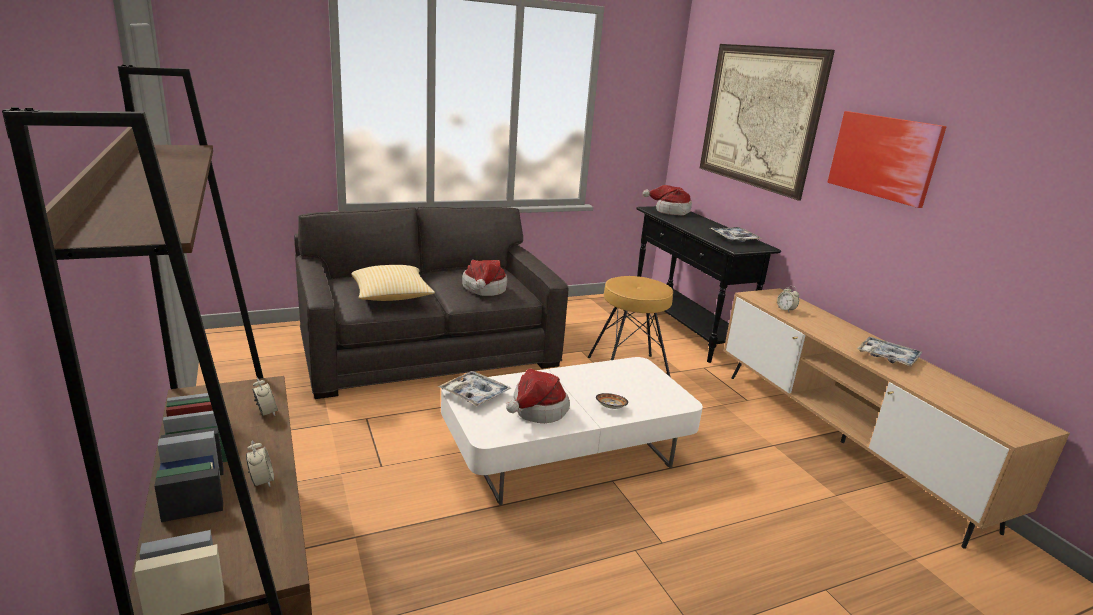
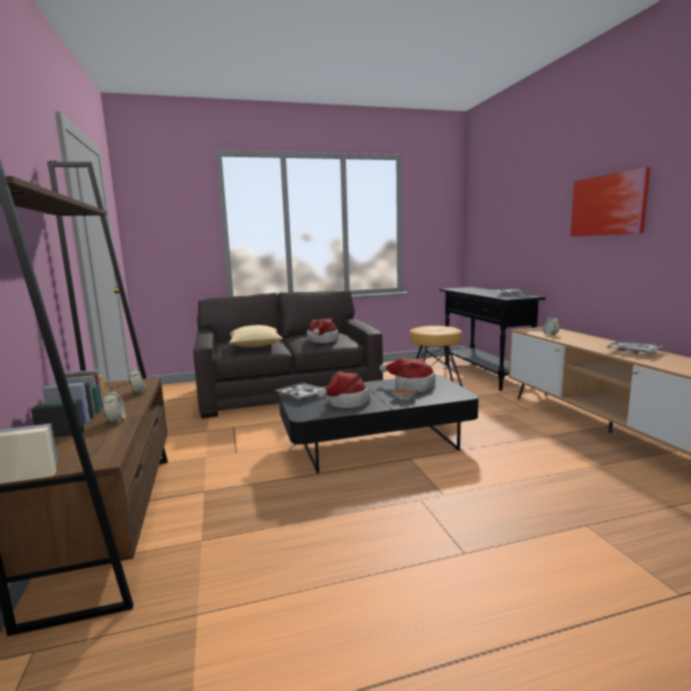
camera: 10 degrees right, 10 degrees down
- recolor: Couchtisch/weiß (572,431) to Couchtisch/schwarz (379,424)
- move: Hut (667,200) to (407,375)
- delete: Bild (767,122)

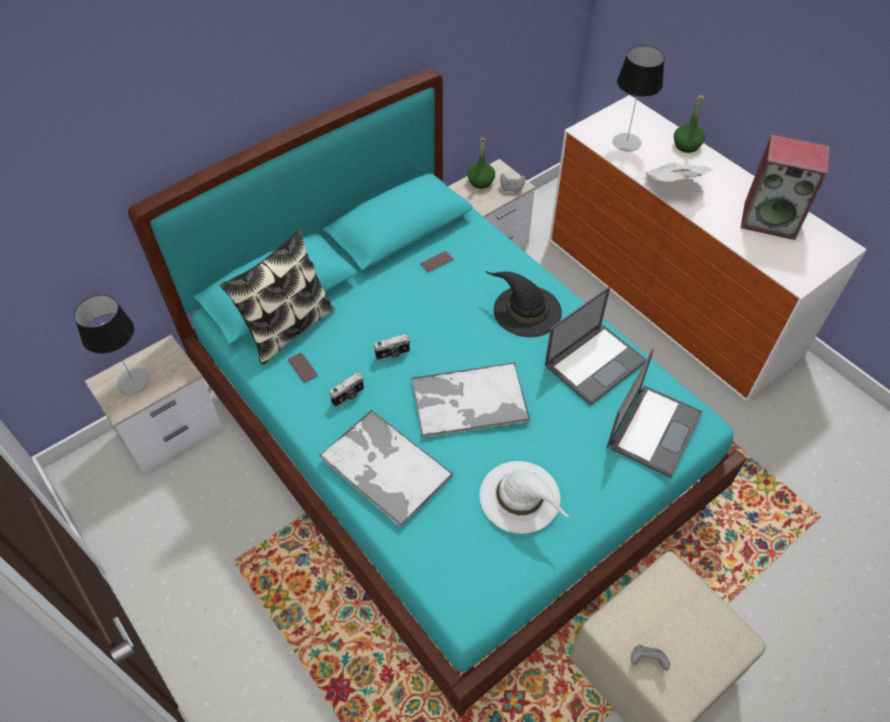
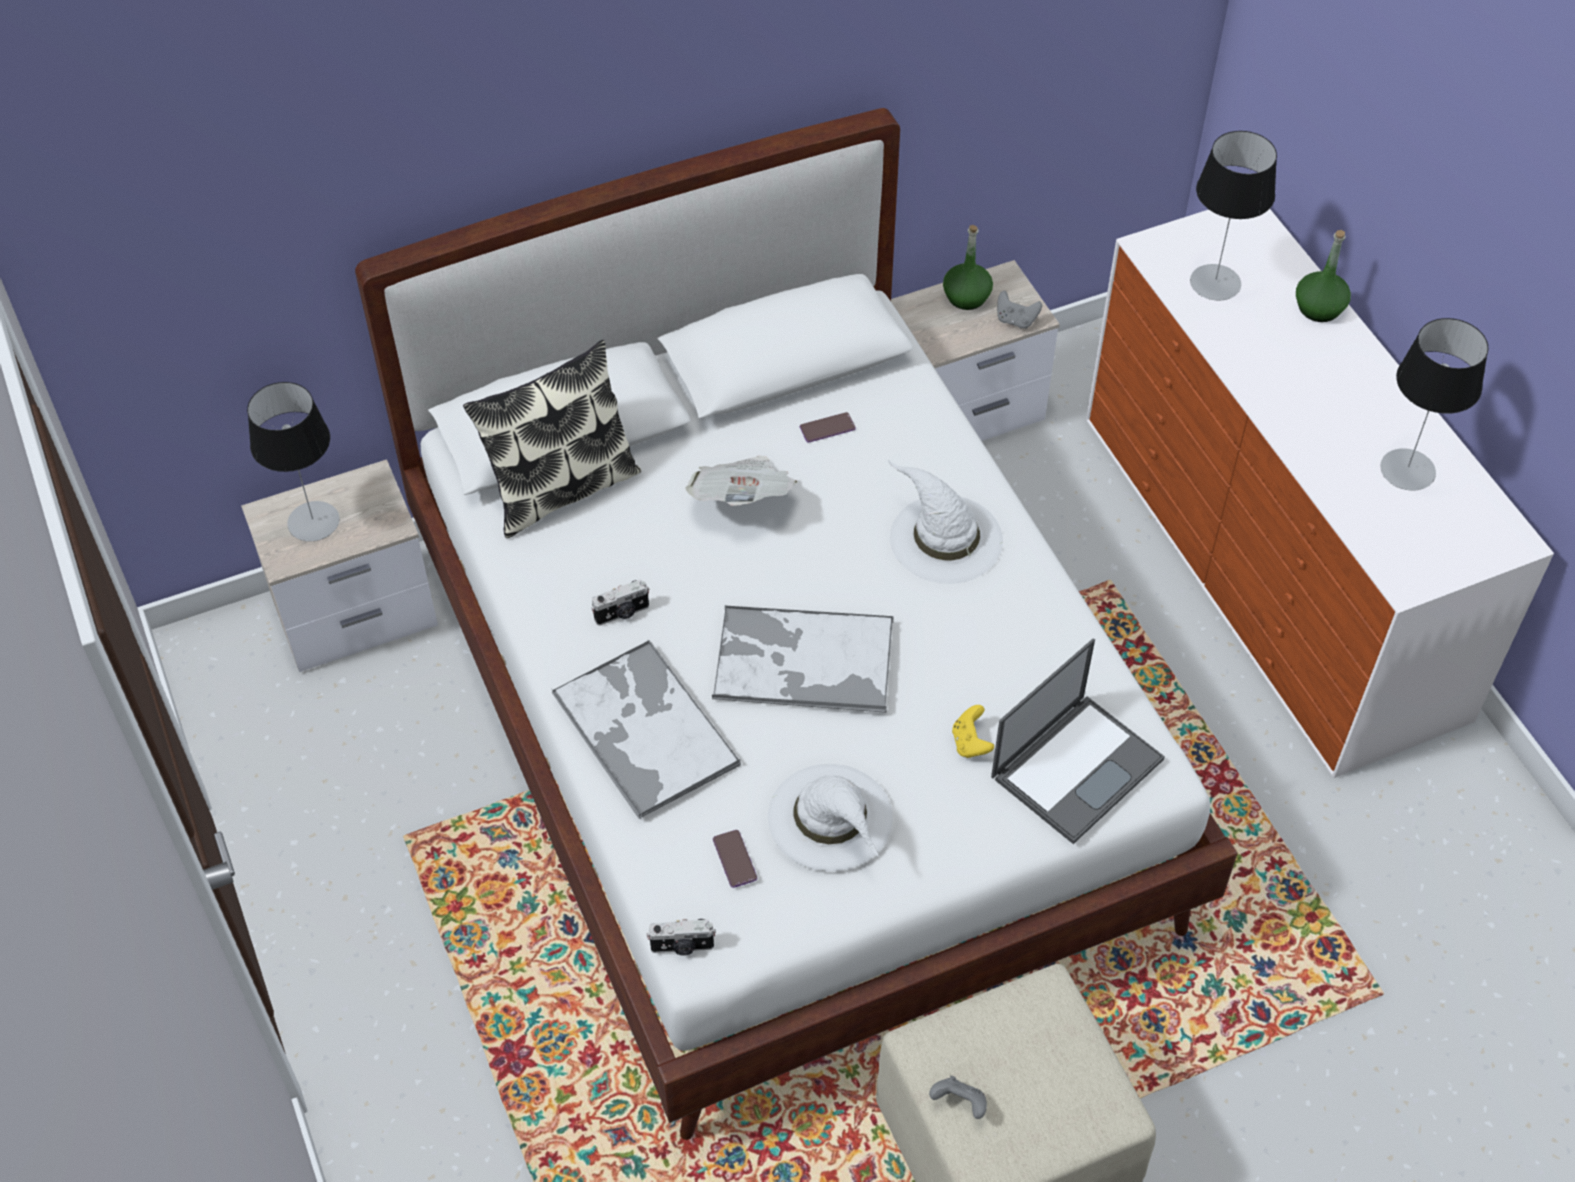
camera: 15 degrees right, 0 degrees up
- recolor: Bett/türkis (437,392) to Bett/weiß (796,624)
- move: Handy (303,367) to (735,859)
- move: Kamera (392,347) to (681,937)
- recolor: Hut/schwarz (523,304) to Hut/weiß (945,522)
- delete: Laptop (595,346)
- move: Zeitung (678,172) to (741,481)
- replace: Lautsprecher (785,187) to Tischlampe (1434,404)
- insert: Gamepad/gelb (973,731)

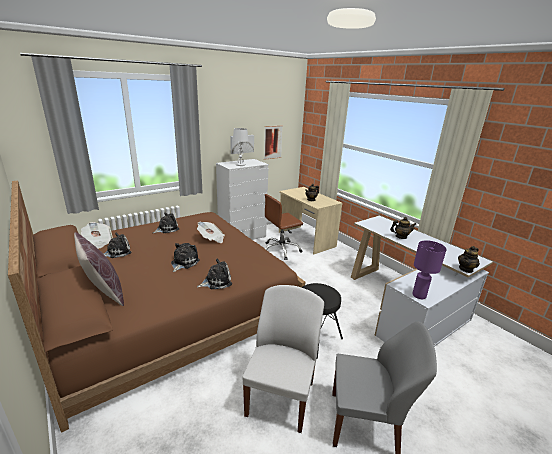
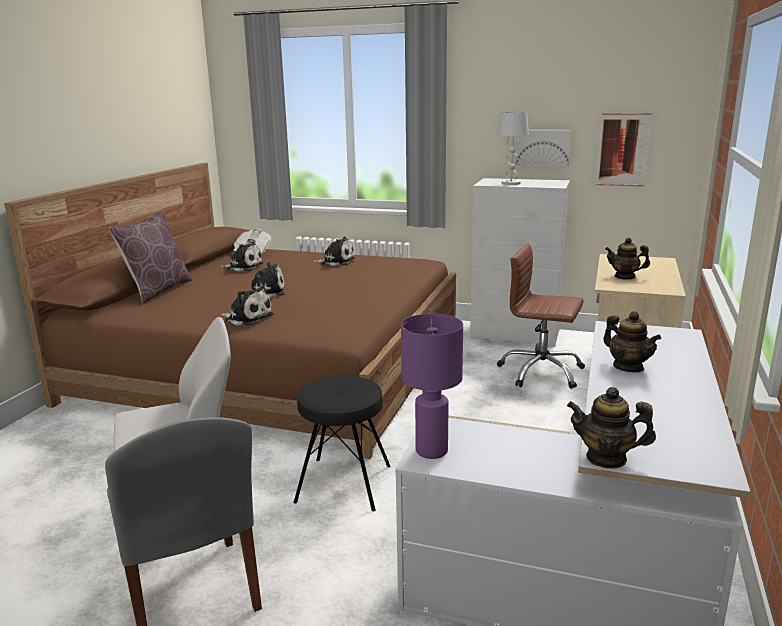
camera: 55 degrees right, 5 degrees down
- delete: Zeitung (211,232)

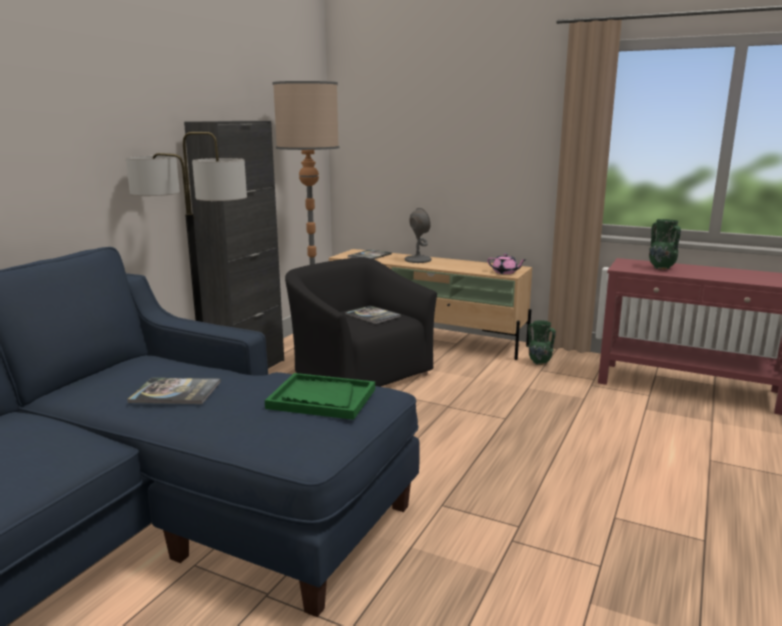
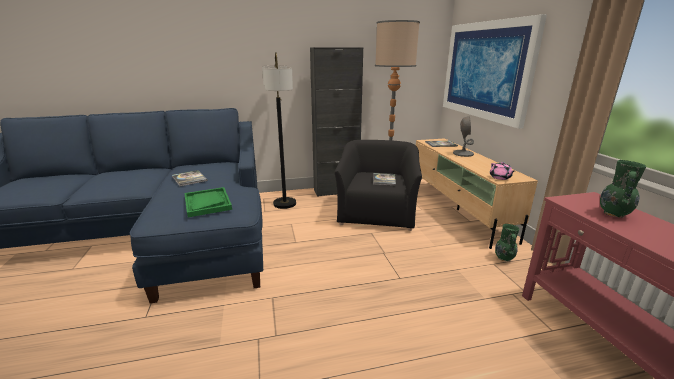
camera: 50 degrees right, 5 degrees up
- insert: Bild (495,71)

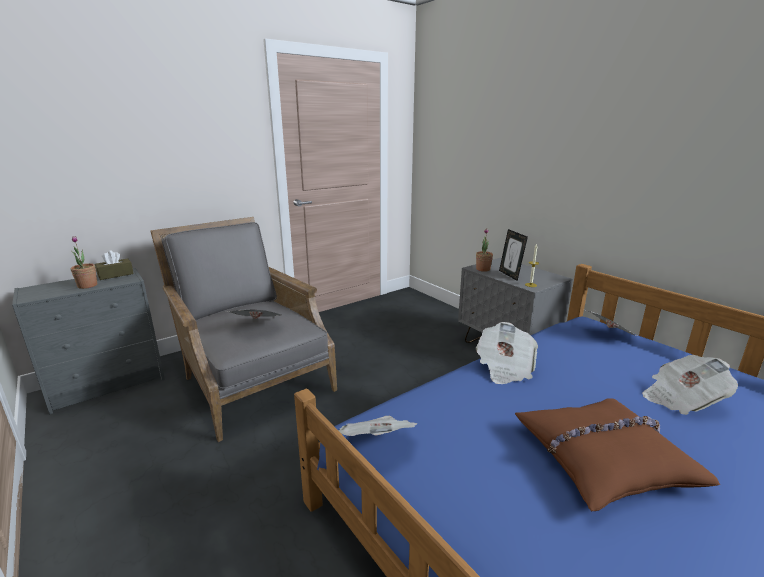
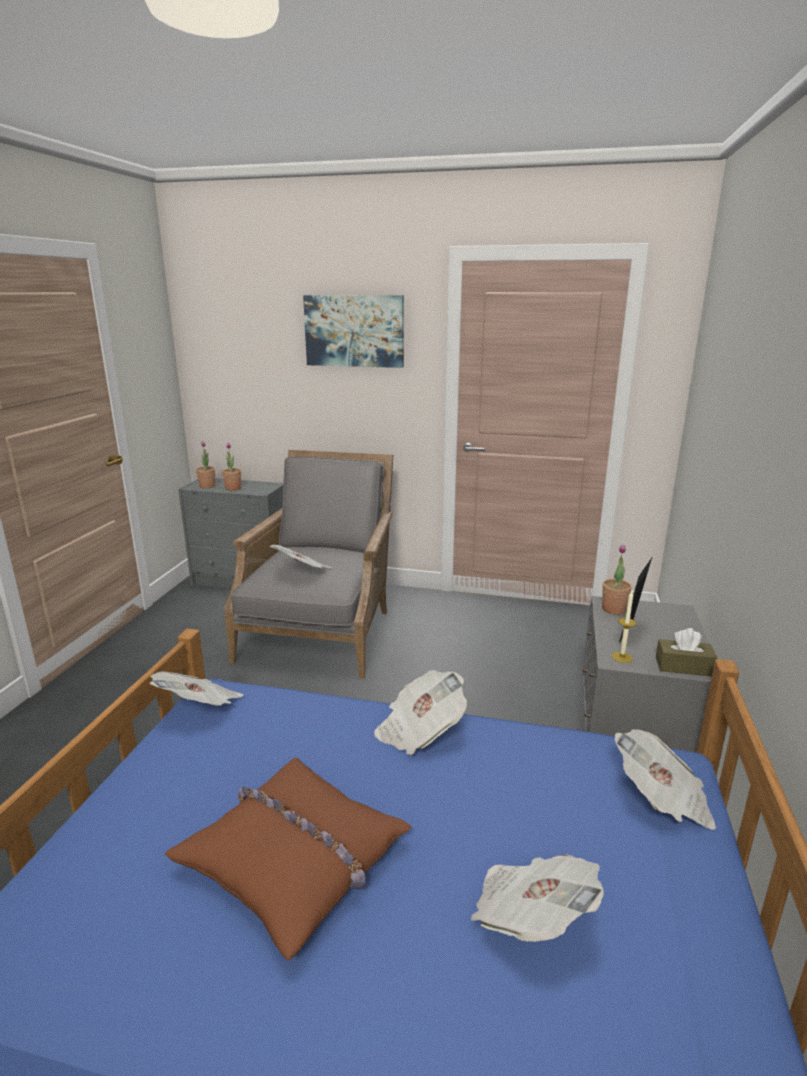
camera: 50 degrees right, 0 degrees up
- move: Taschentuchbox/braun (114,265) to (686,652)
- insert: Topfpflanze (205,464)
- insert: Bild (353,331)

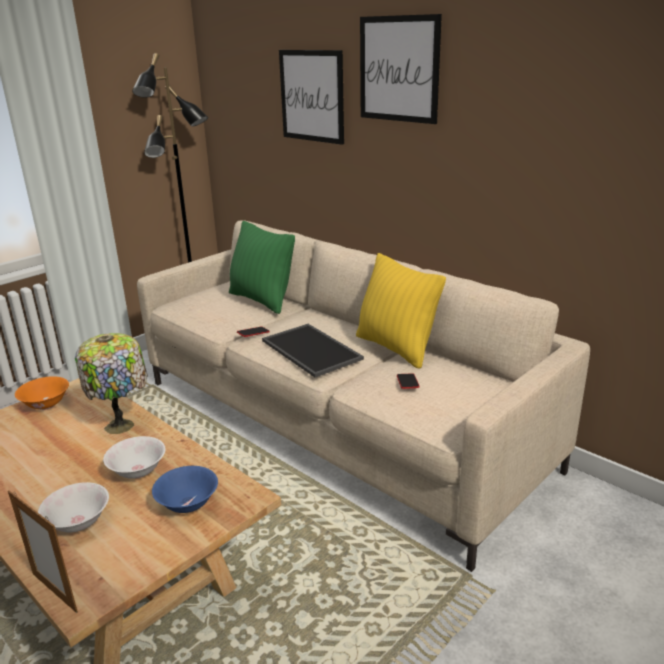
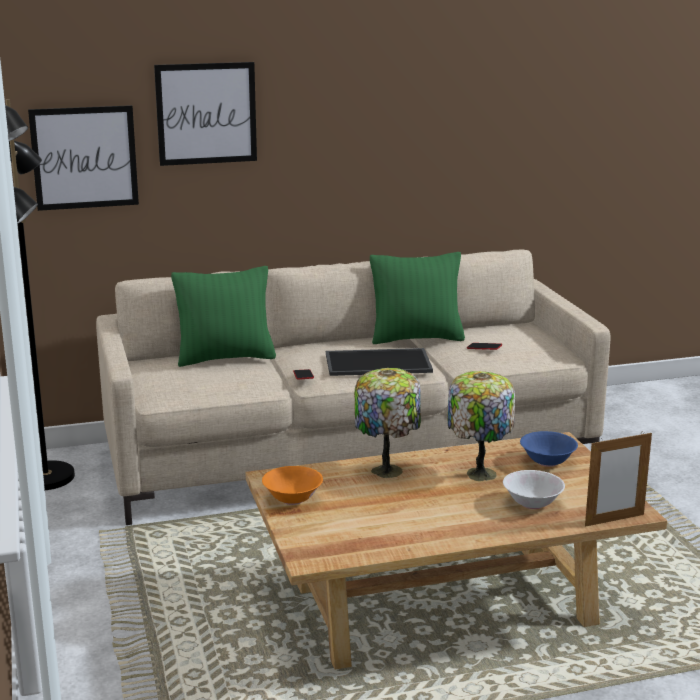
camera: 60 degrees left, 5 degrees down
- replace: Schüssel/weiß (134,457) to Tischlampe (481,426)
- recolor: Kissen/gelb (401,311) to Kissen/grün (417,298)
- move: Bild (401,69) to (83,158)

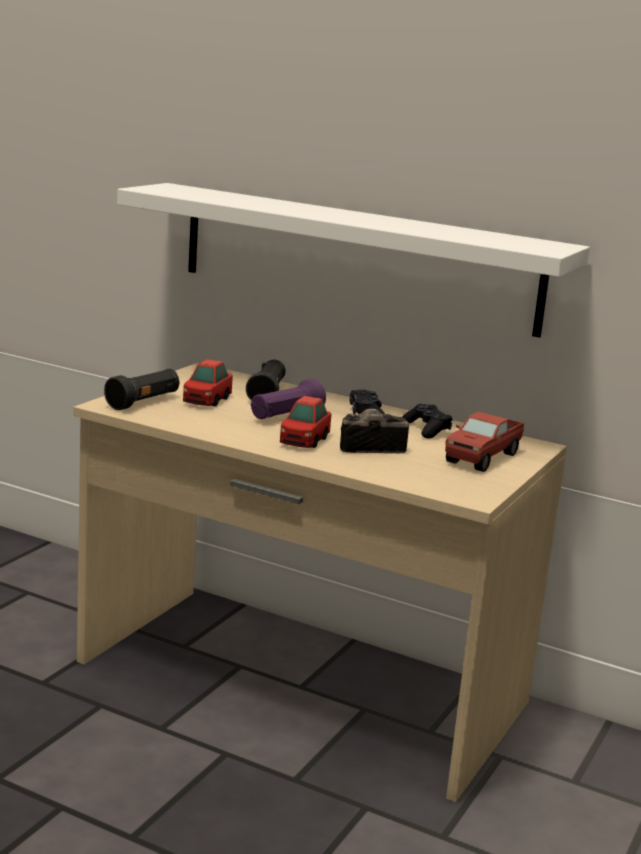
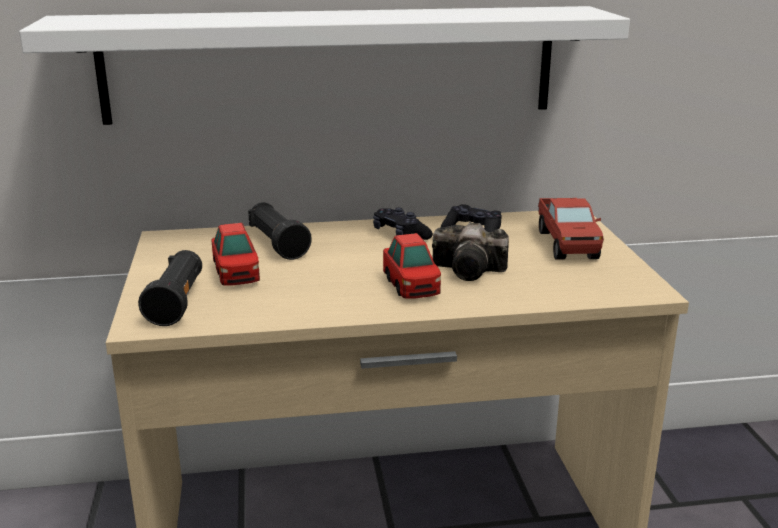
camera: 35 degrees left, 5 degrees up
- delete: Taschenlampe/lila (288,399)
- rotate: Kamera (374,431) = (470,251) 120 degrees counterclockwise

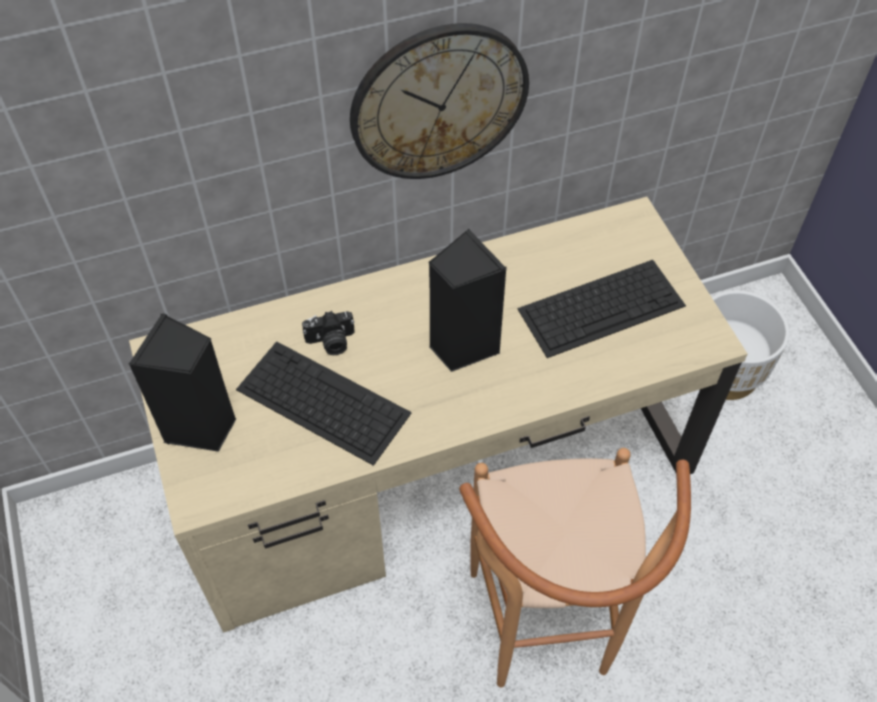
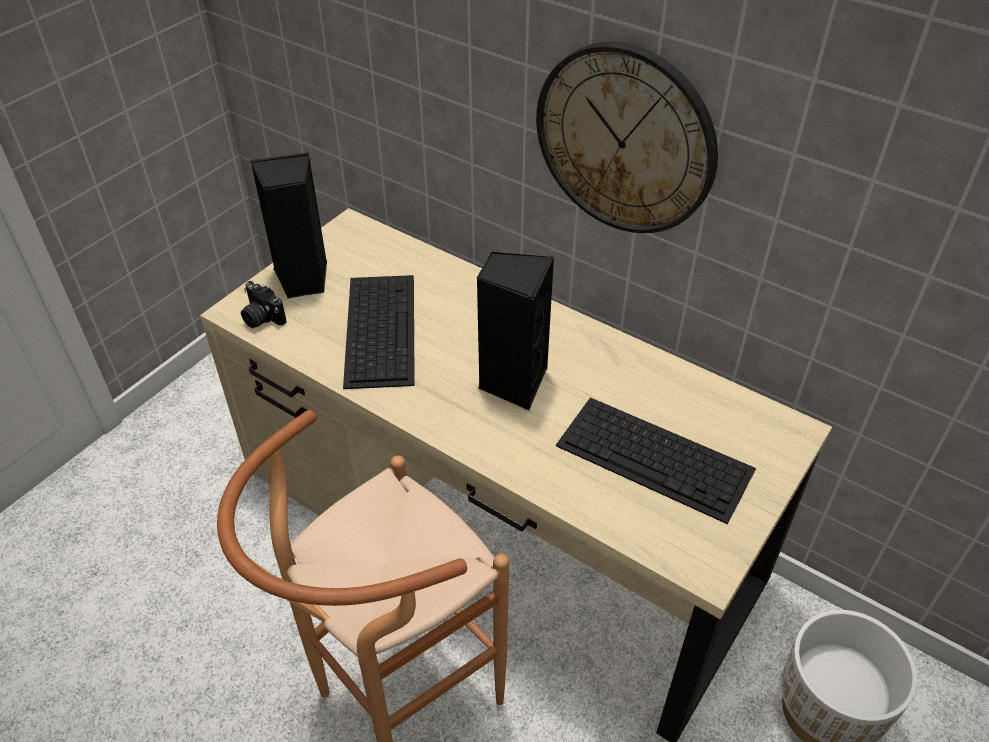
camera: 55 degrees right, 10 degrees down
- move: Kamera (328,333) to (264,304)

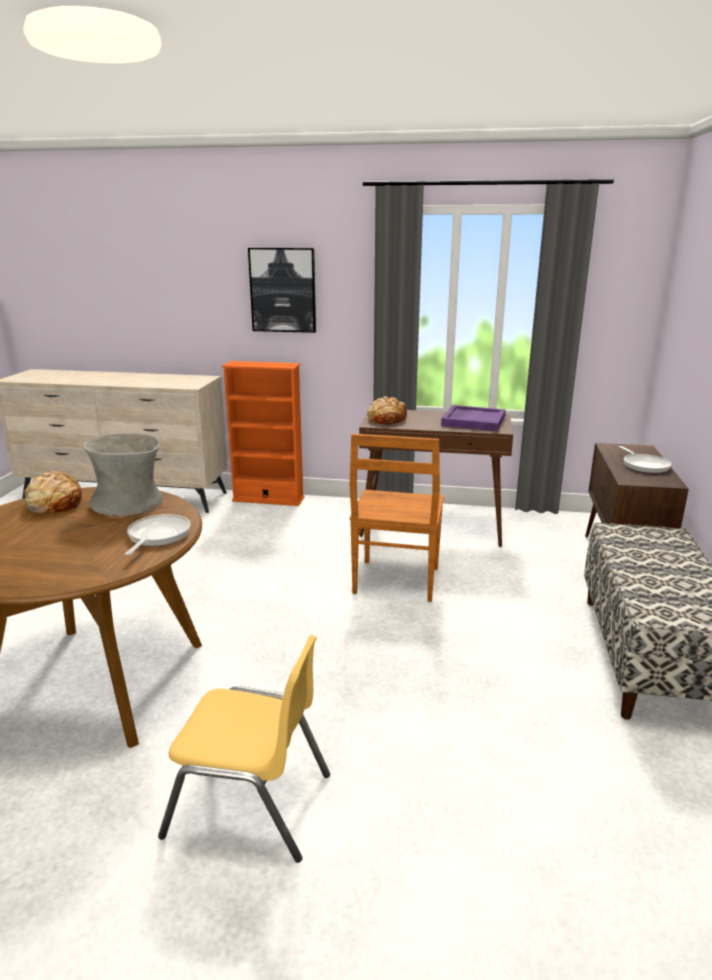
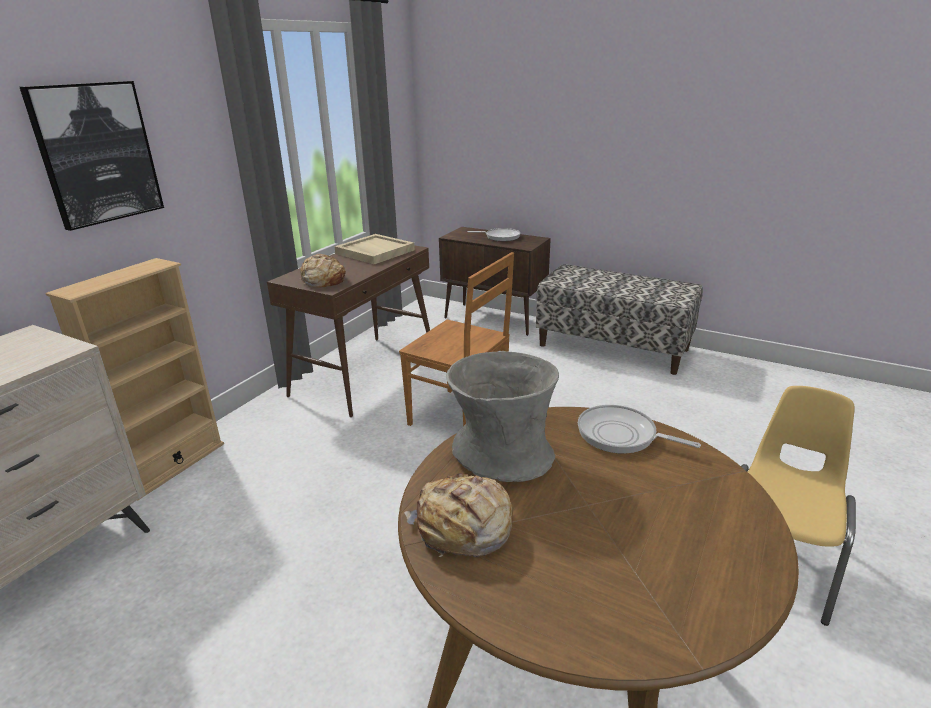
camera: 70 degrees left, 5 degrees up
- recolor: Bücherregal/orange (263,433) to Bücherregal/beige (134,379)
- recolor: Tablett/lila (473,418) to Tablett/beige (374,249)

